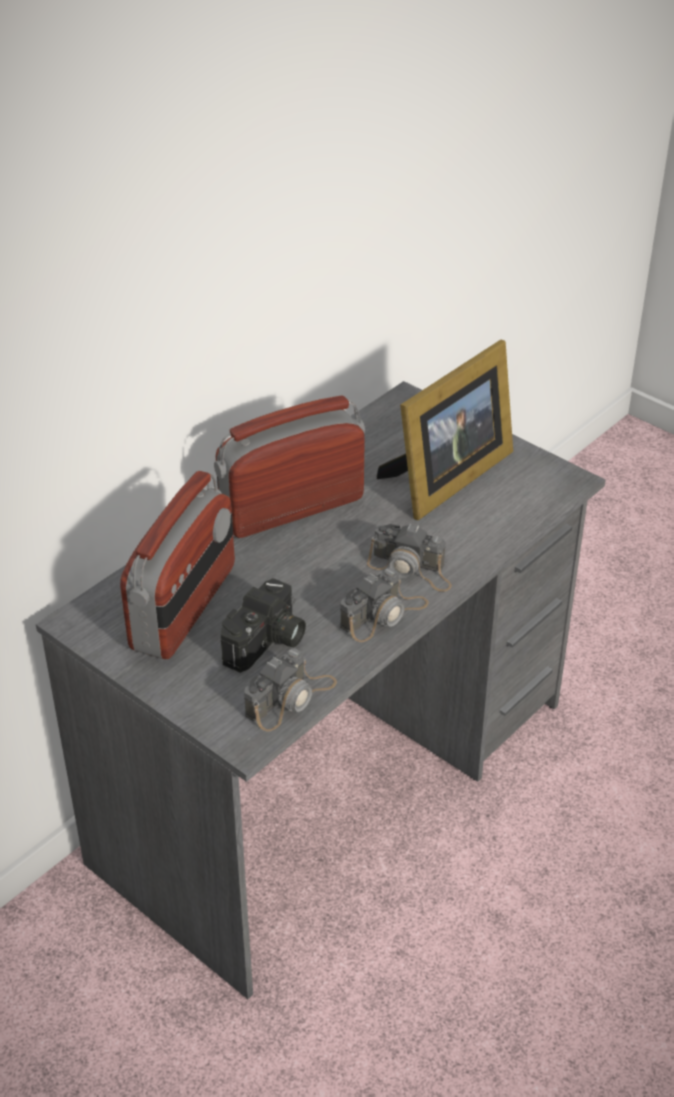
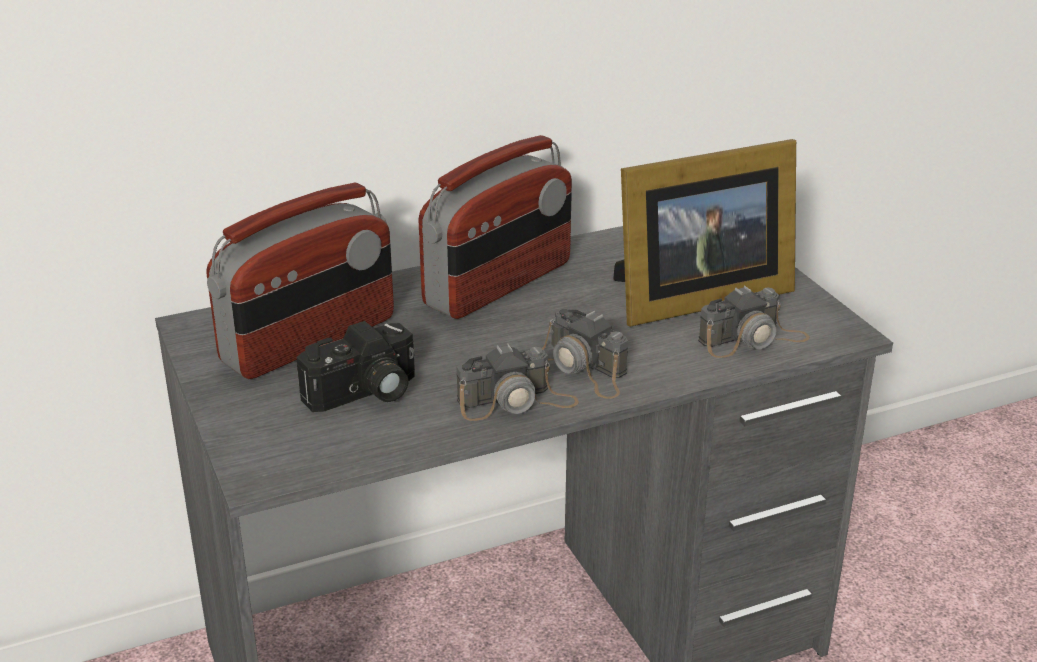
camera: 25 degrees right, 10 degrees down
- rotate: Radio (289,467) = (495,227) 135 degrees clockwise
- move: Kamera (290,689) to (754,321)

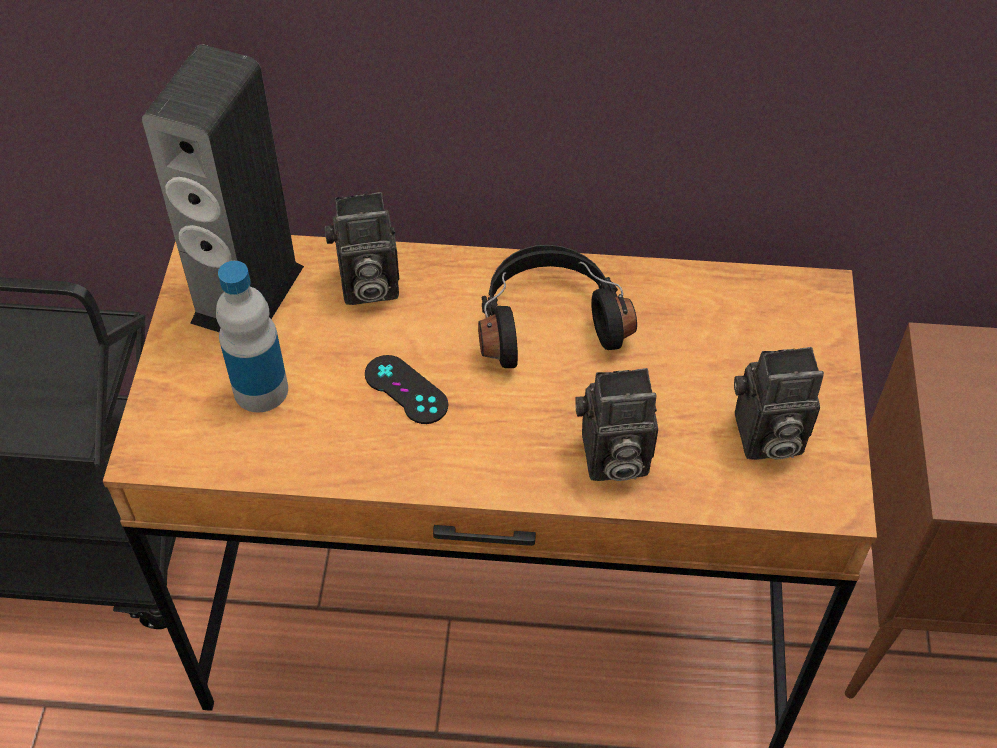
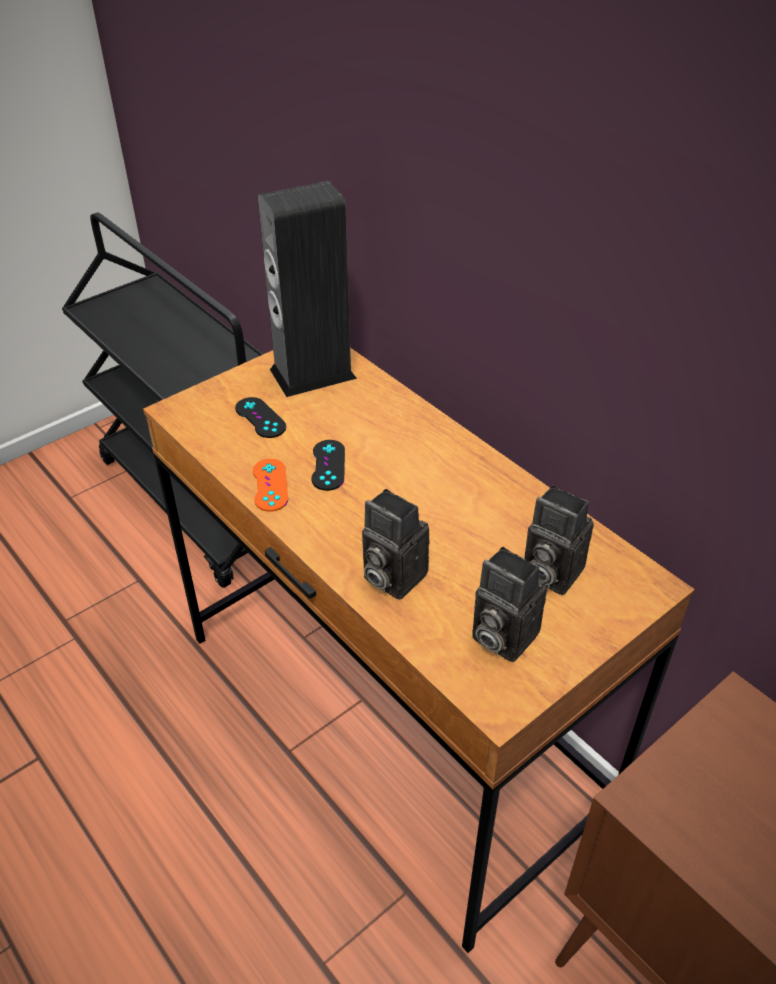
camera: 45 degrees right, 10 degrees down
- replace: Flasche (252,337) to Gamepad/schwarz (260,417)
- move: Kamera (362,248) to (559,540)
- delete: Kopfhörer/schwarz (557,306)
- insert: Gamepad/orange (270,485)

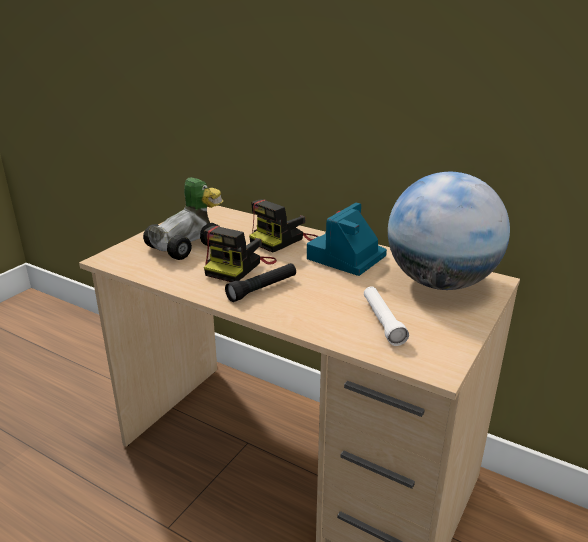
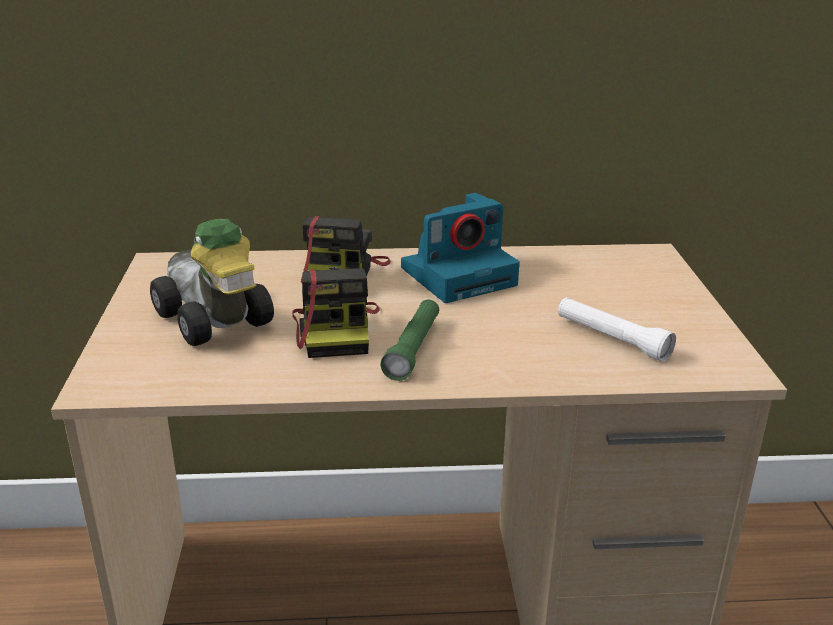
camera: 35 degrees left, 0 degrees up
- rotate: Spielzeugauto (183,218) = (212,282) 135 degrees clockwise
- recolor: Taschenlampe/schwarz (260,282) to Taschenlampe/grün (409,340)
- rotate: Kamera (347,239) = (460,248) 120 degrees counterclockwise
- delete: Globus (449,231)

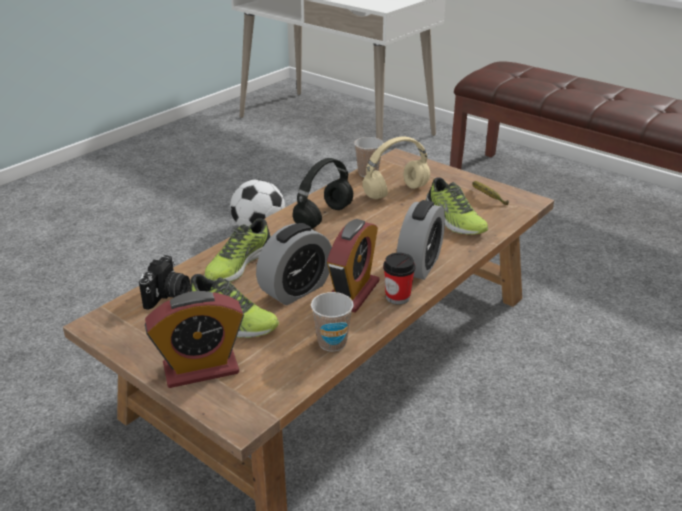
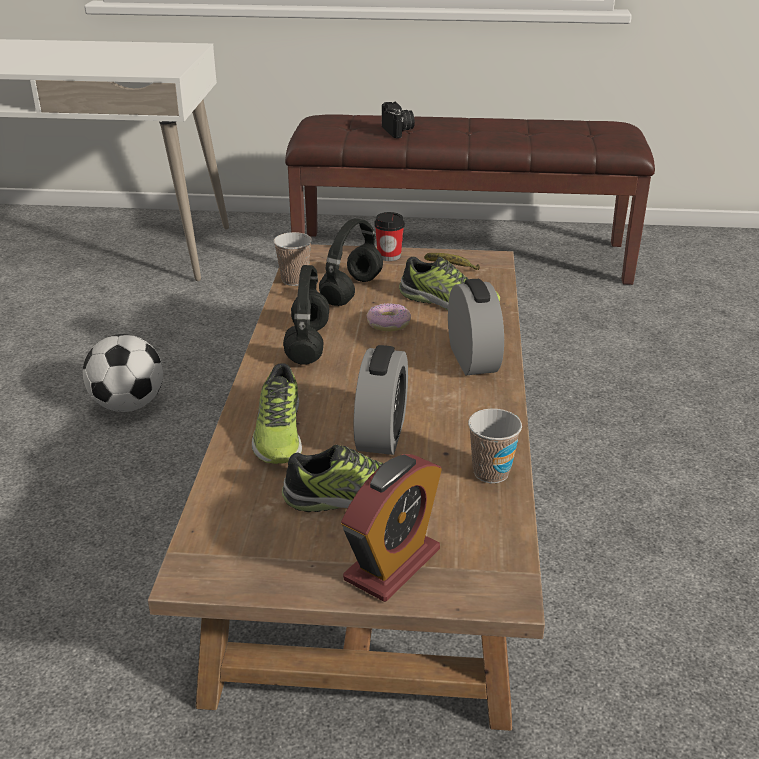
camera: 35 degrees left, 0 degrees up
- move: Kamera (164,282) to (398,120)
- delete: Wecker (353,265)
- recolor: Kopfhörer/beige (396,168) to Kopfhörer/schwarz (351,262)
- move: Tasse (399,279) to (389,236)
- insert: Donut (389,317)

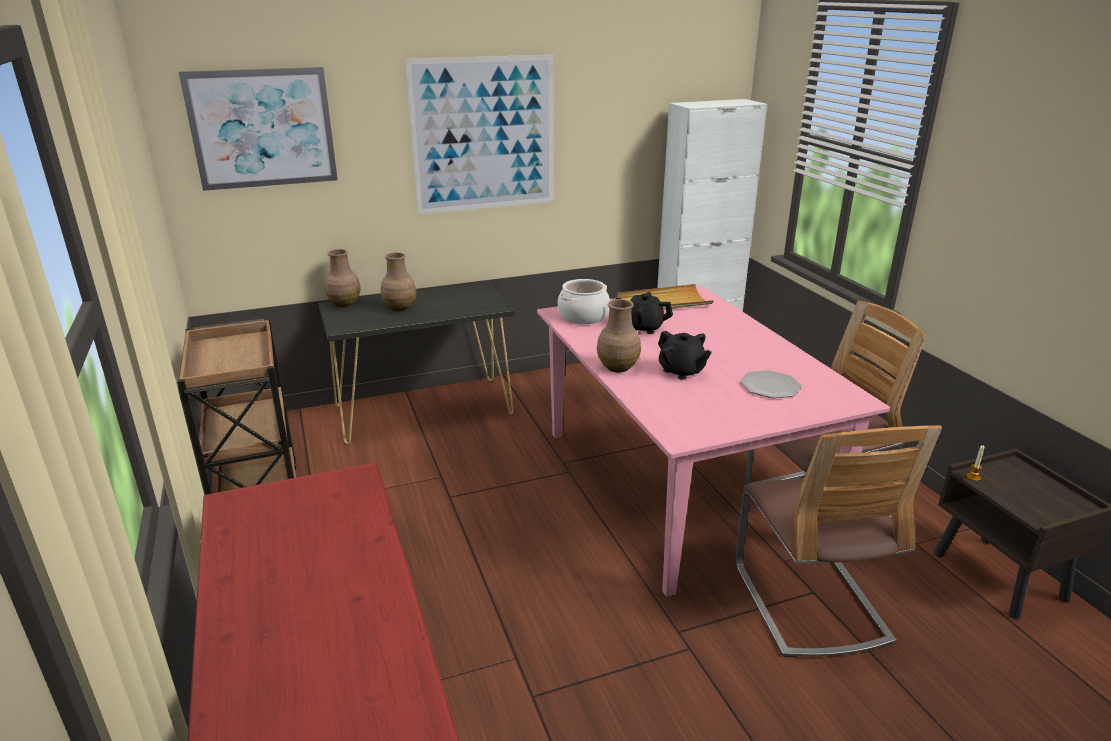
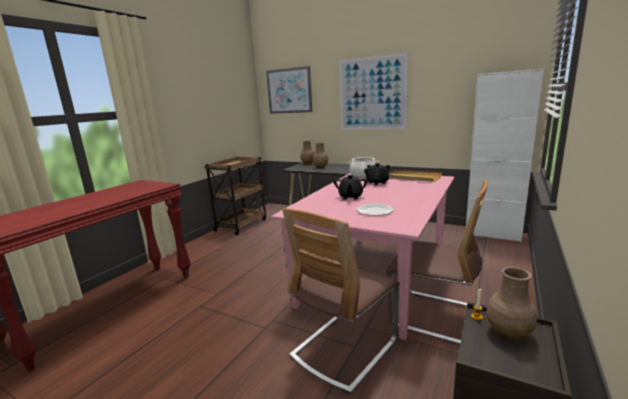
camera: 50 degrees right, 10 degrees down
- move: Vase/braun (619,336) to (511,304)

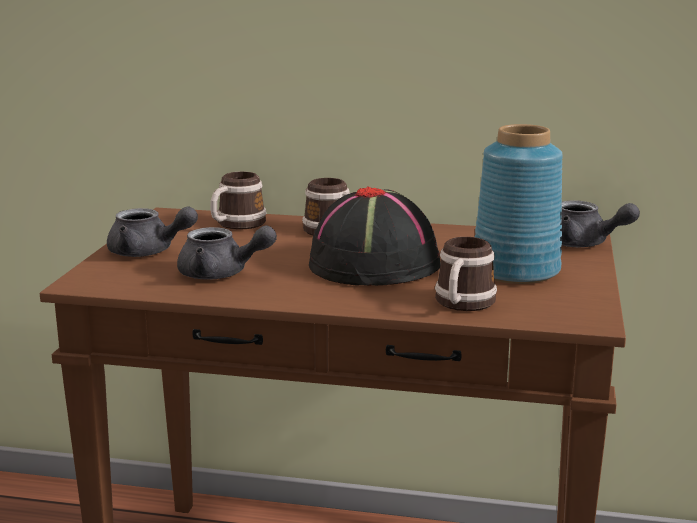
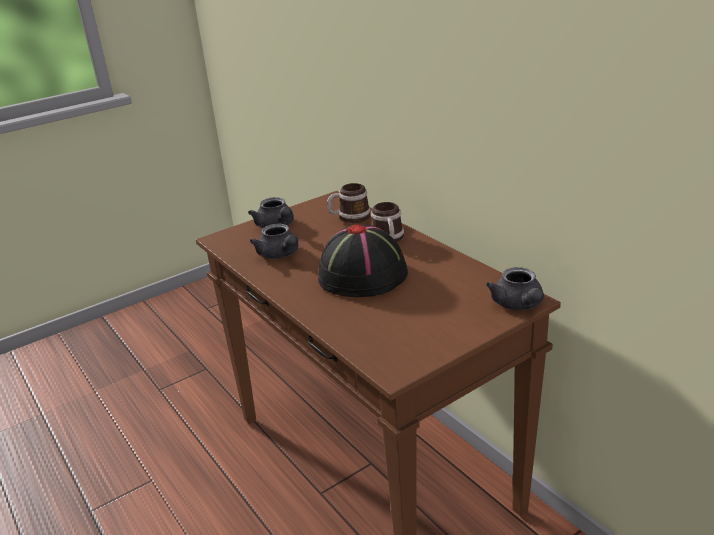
camera: 45 degrees right, 10 degrees up
- delete: Henkelbecher (466,274)
- delete: Vase/blau (519,204)

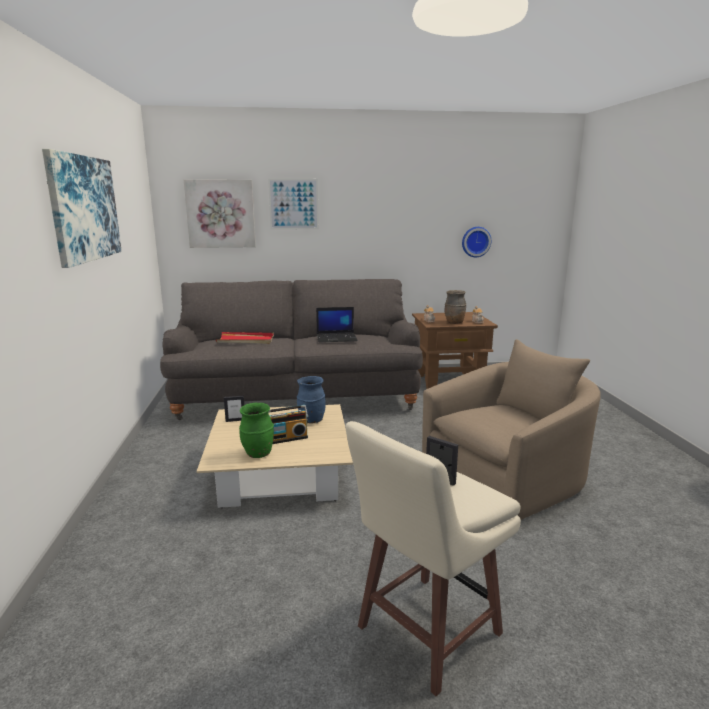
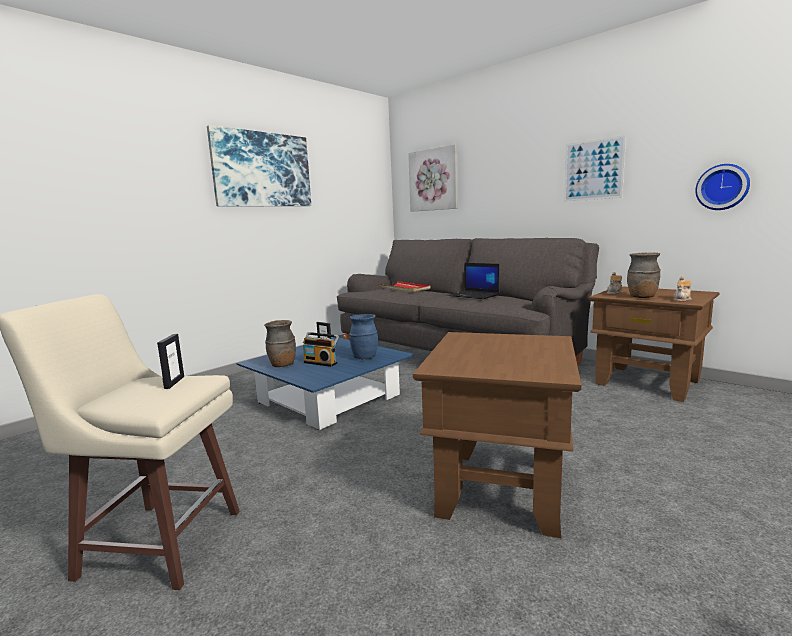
camera: 50 degrees right, 5 degrees down
- recolor: Couchtisch/beige (275,456) to Couchtisch/blau (325,383)
- recolor: Vase/grün (256,430) to Vase/braun (280,343)
- move: Bild (293,204) to (595,168)
- replace: Sessel/beige (511,429) to Beistelltisch/braun (497,435)

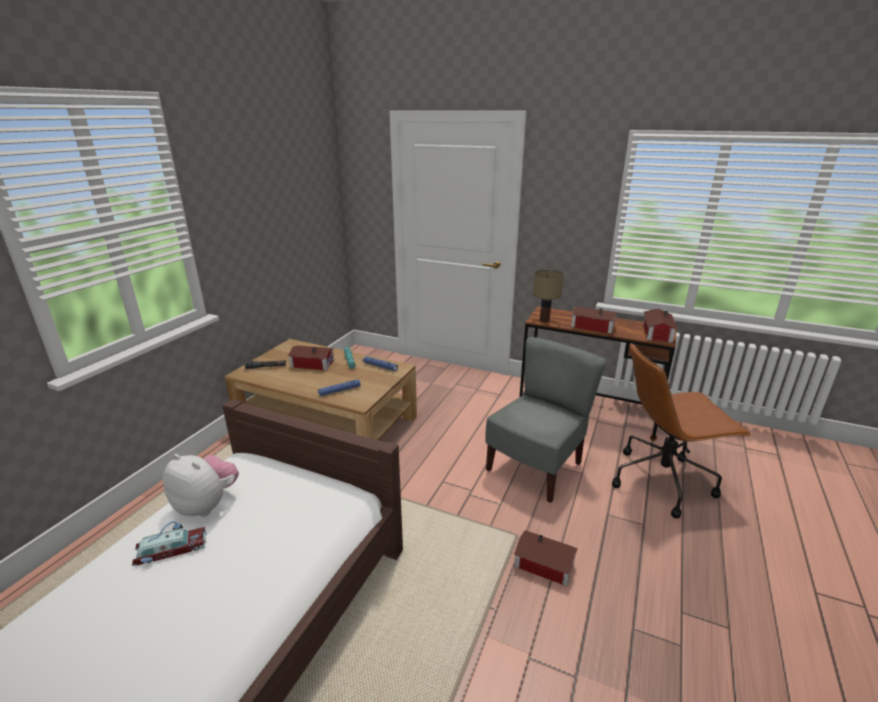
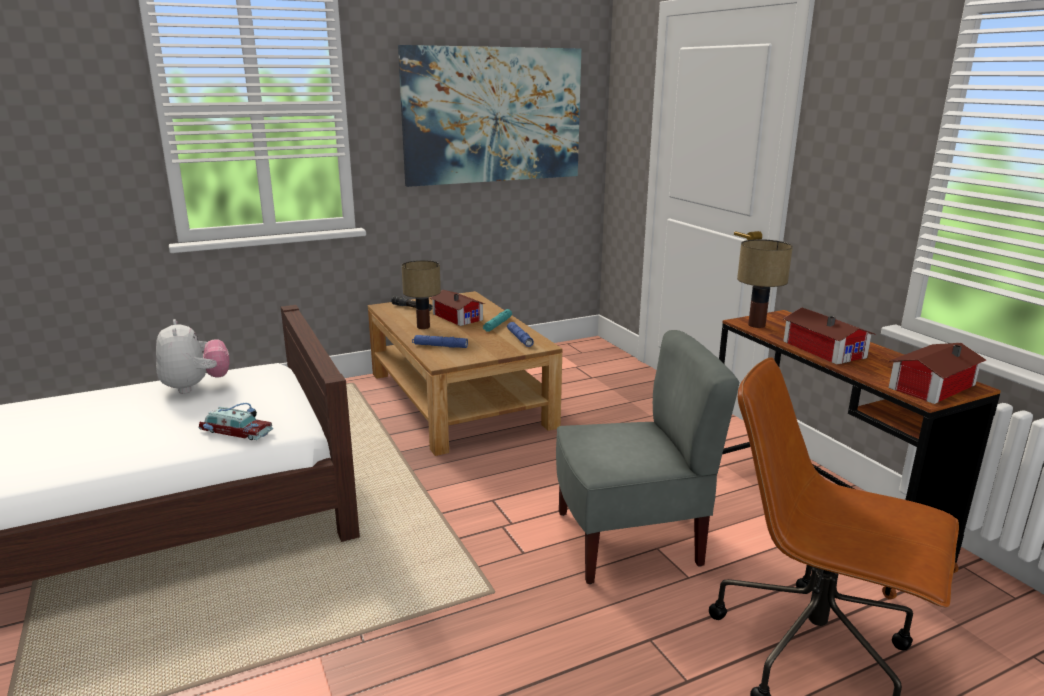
camera: 40 degrees right, 5 degrees down
- move: Spielzeugauto (169,543) to (236,421)
- delete: Spielzeughaus (546,558)
- insert: Bild (489,116)
- insert: Tischlampe (421,294)

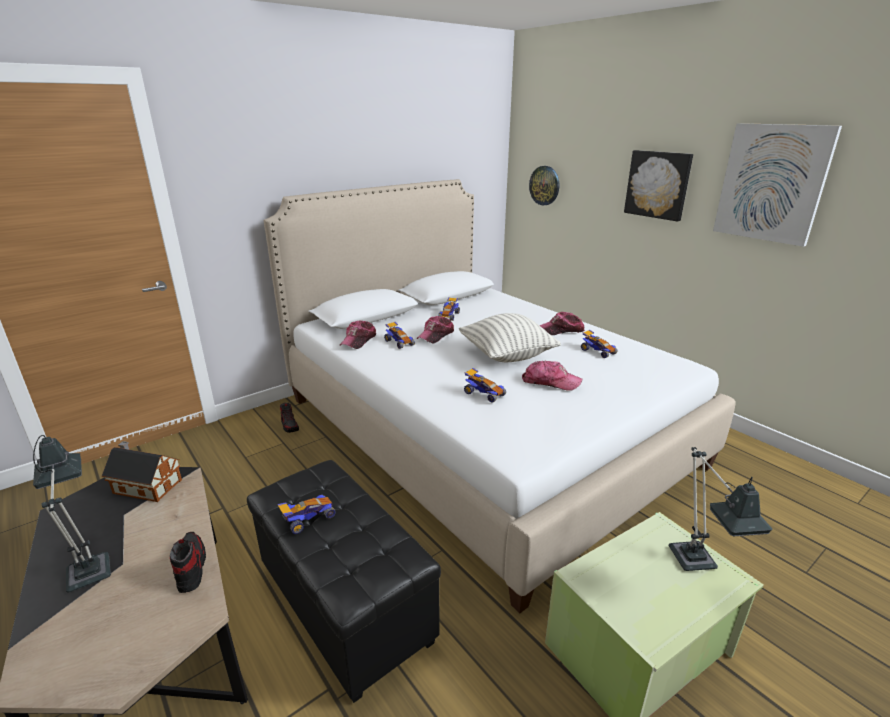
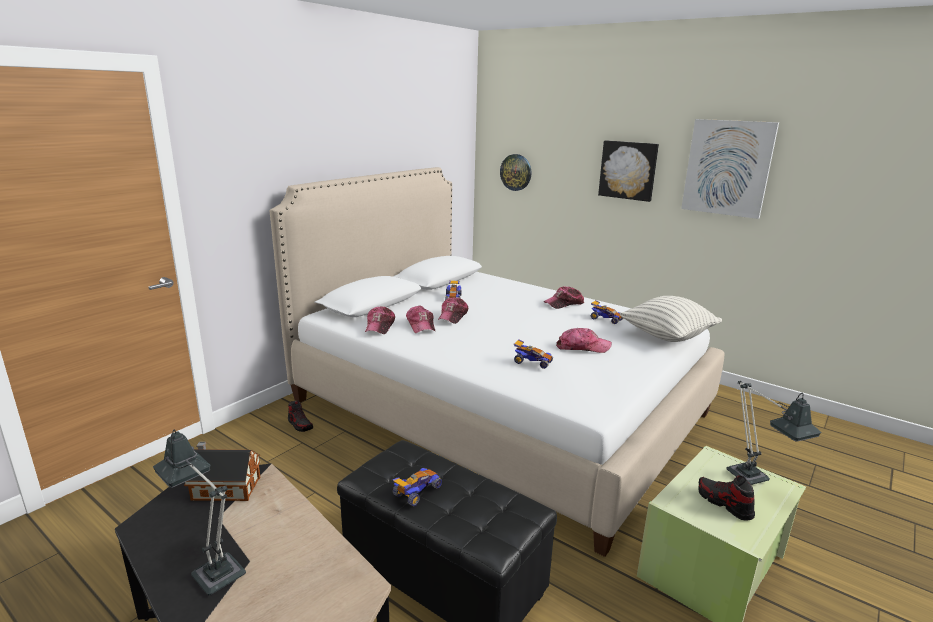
camera: 15 degrees left, 5 degrees down
- move: Schuh (188,562) to (726,498)
- replace: Spielzeugauto (399,335) to Kappe (420,319)
- move: Kissen (510,337) to (671,319)

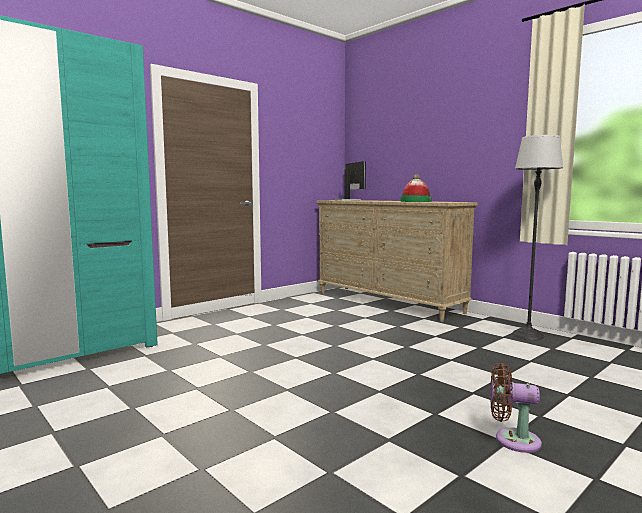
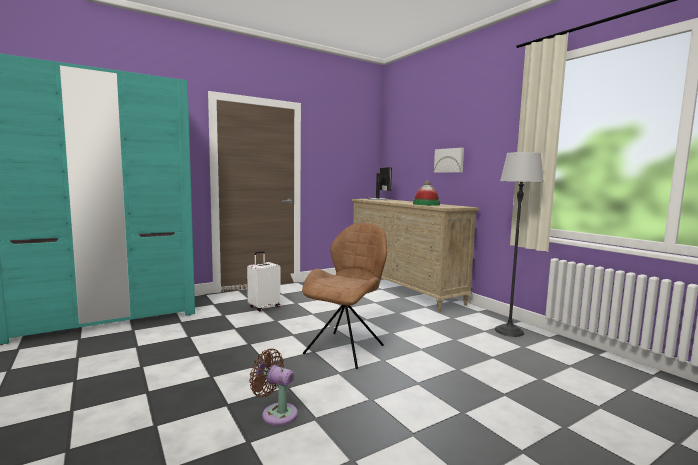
camera: 10 degrees right, 0 degrees up
- move: Ventilator/braun (516,408) to (273,387)
- insert: Koffer/weiß (264,281)
- insert: Stuhl/braun (344,296)
- insert: Bild (449,160)

